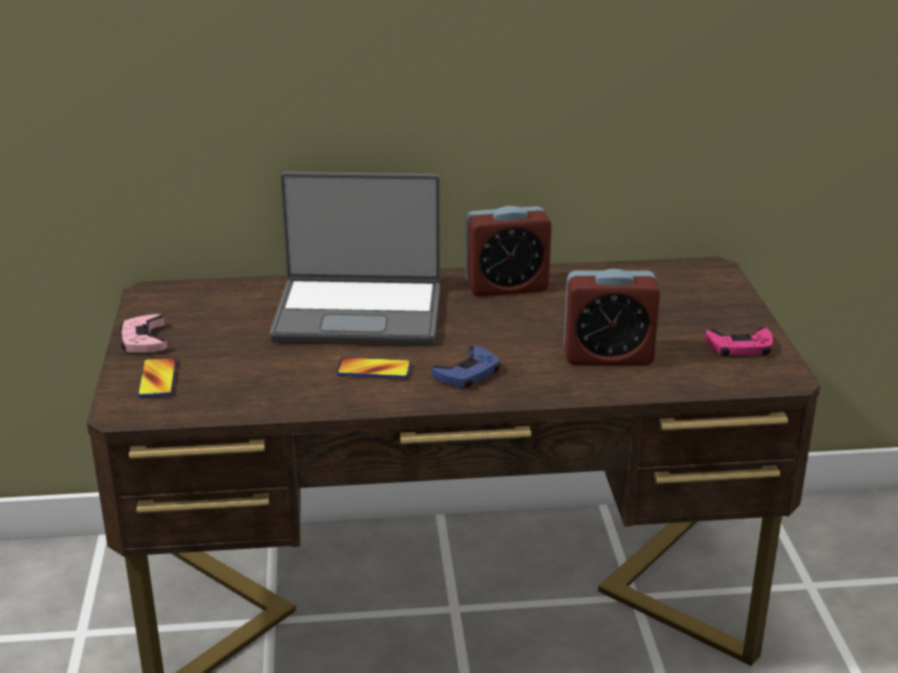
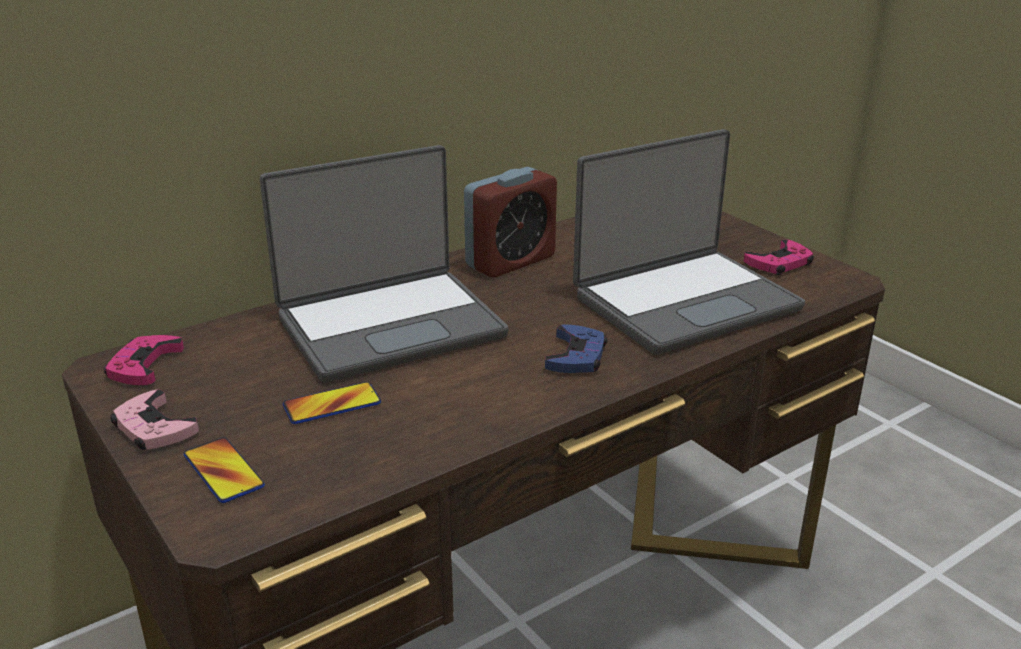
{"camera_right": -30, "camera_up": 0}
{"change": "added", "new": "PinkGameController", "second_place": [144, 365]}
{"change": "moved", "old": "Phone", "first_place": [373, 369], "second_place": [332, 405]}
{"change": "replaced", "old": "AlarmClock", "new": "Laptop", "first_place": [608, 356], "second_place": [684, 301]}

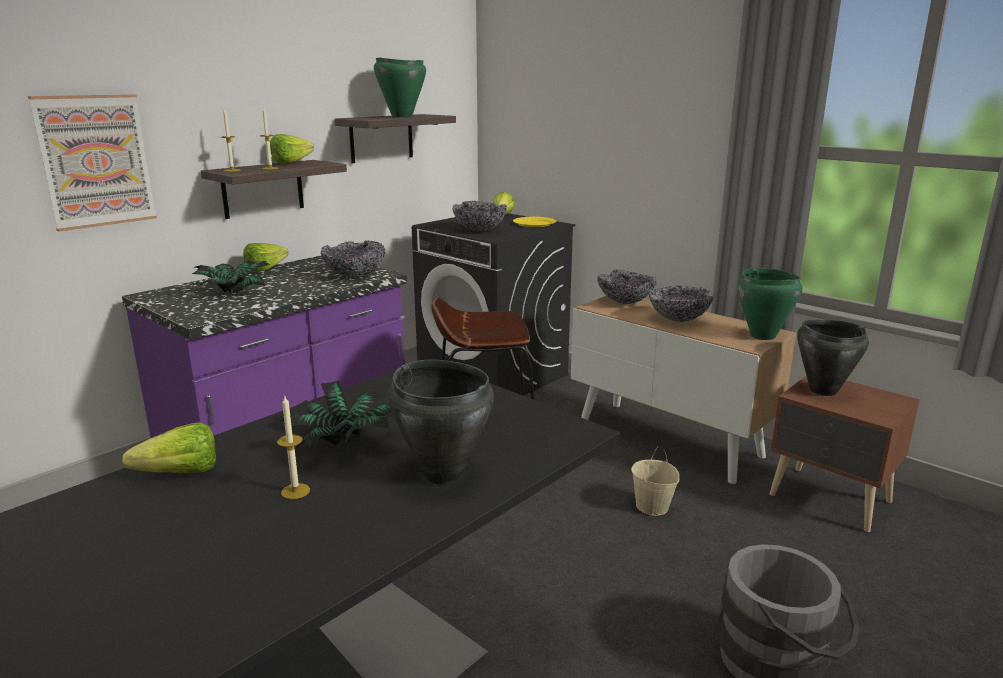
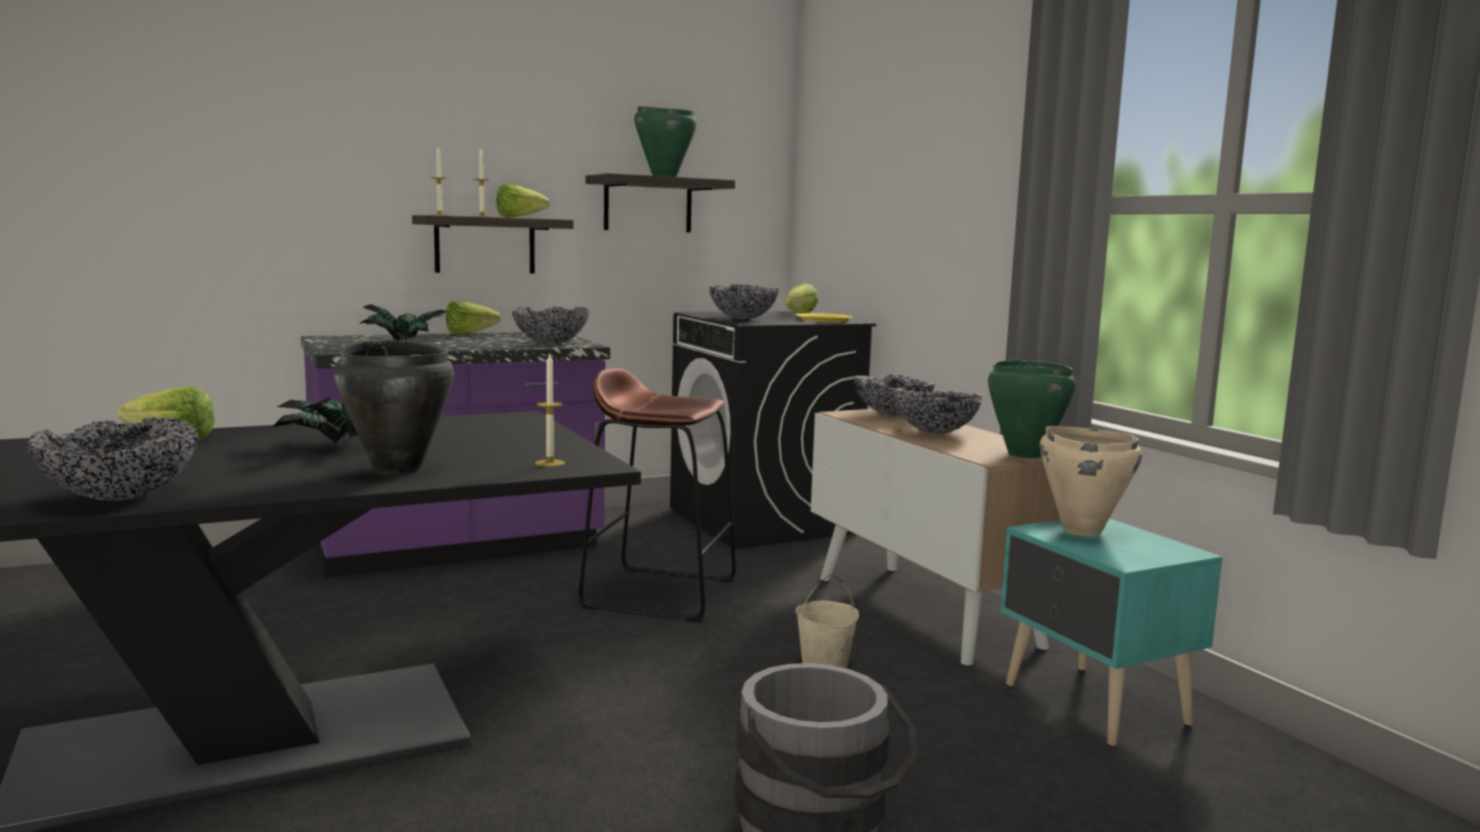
{"camera_right": 20, "camera_up": -10}
{"change": "removed", "old": "Picture", "first_place": [95, 161]}
{"change": "added", "new": "Bowl", "second_place": [120, 497]}
{"change": "moved", "old": "Candle", "first_place": [295, 491], "second_place": [550, 463]}
{"change": "recoloured", "old": "BrownNightstand", "new": "TurquoiseNightstand", "first_place": [830, 500], "second_place": [1094, 705]}
{"change": "recoloured", "old": "BlackCookingPot", "new": "BeigeCookingPot", "first_place": [822, 390], "second_place": [1081, 530]}

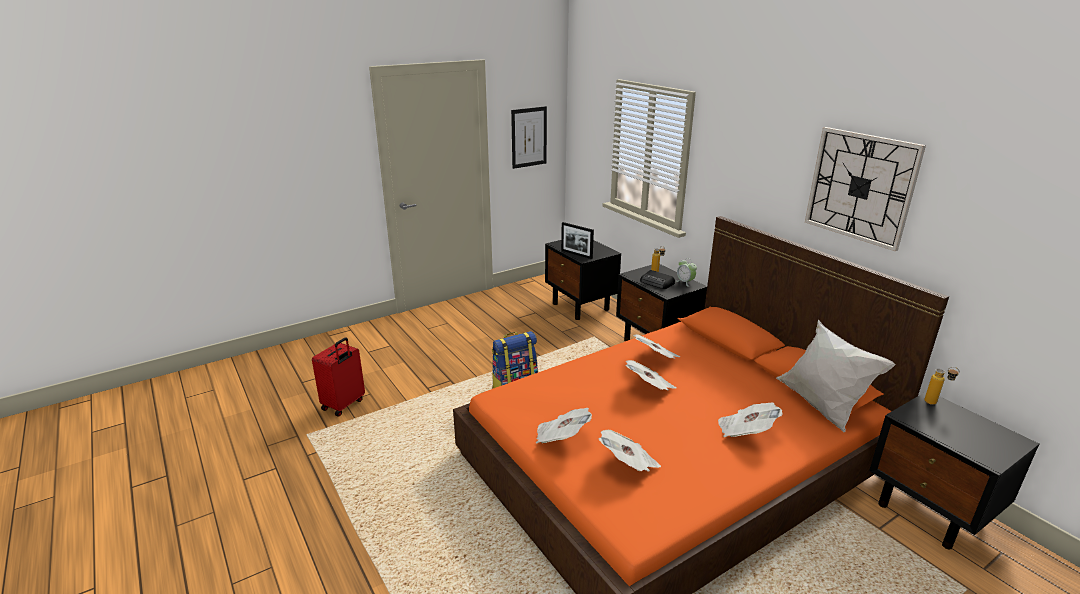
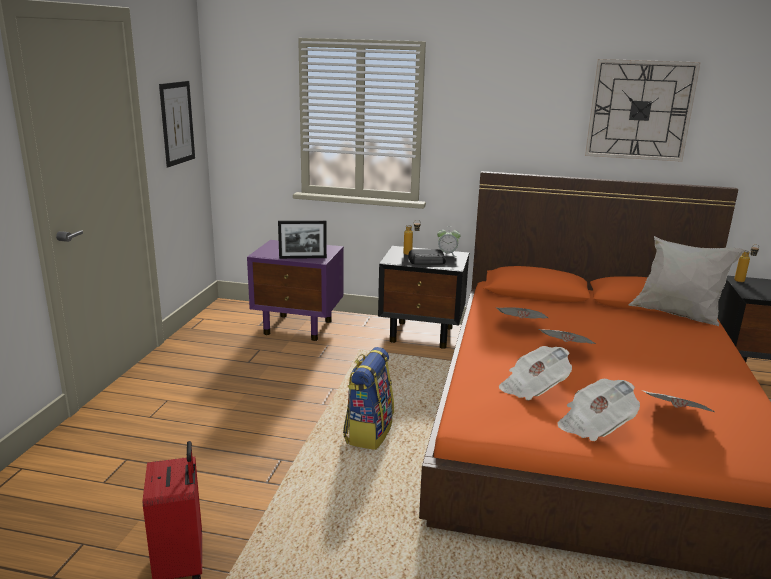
{"camera_right": -45, "camera_up": -5}
{"change": "moved", "old": "Newspaper", "first_place": [745, 432], "second_place": [532, 388]}
{"change": "recoloured", "old": "BlackNightstand", "new": "PurpleNightstand", "first_place": [581, 307], "second_place": [299, 327]}

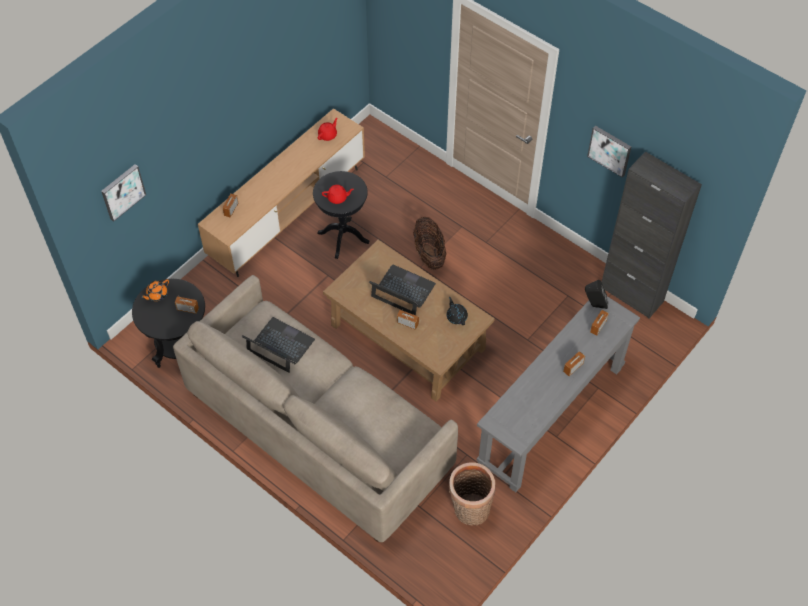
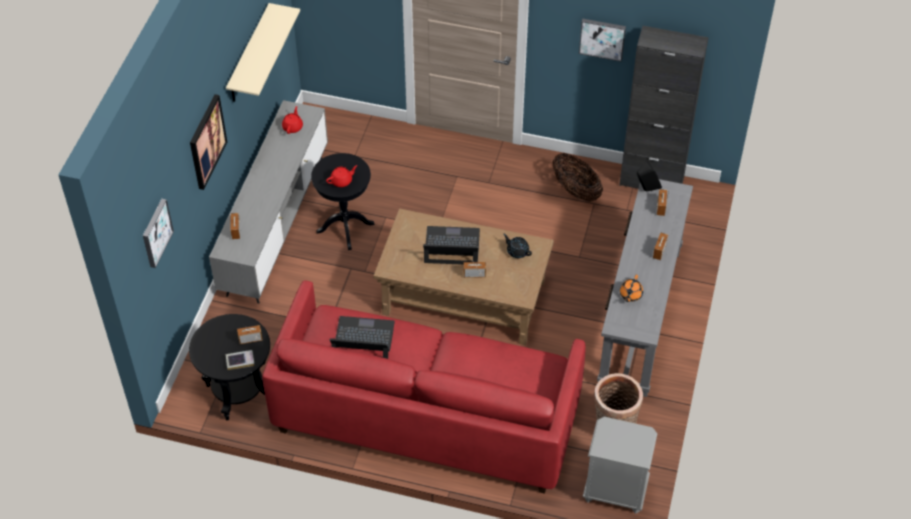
{"camera_right": -25, "camera_up": -5}
{"change": "added", "new": "Picture", "second_place": [206, 141]}
{"change": "added", "new": "BeigeShelf", "second_place": [249, 55]}
{"change": "added", "new": "Book", "second_place": [240, 361]}
{"change": "added", "new": "GreyNightstand", "second_place": [615, 491]}
{"change": "moved", "old": "OrangeTeapot", "first_place": [157, 294], "second_place": [630, 295]}
{"change": "moved", "old": "Basket", "first_place": [429, 254], "second_place": [576, 190]}
{"change": "recoloured", "old": "BeigeSofa", "new": "RedSofa", "first_place": [318, 430], "second_place": [426, 415]}
{"change": "recoloured", "old": "BrownTvStand", "new": "GreyTvStand", "first_place": [288, 214], "second_place": [276, 225]}

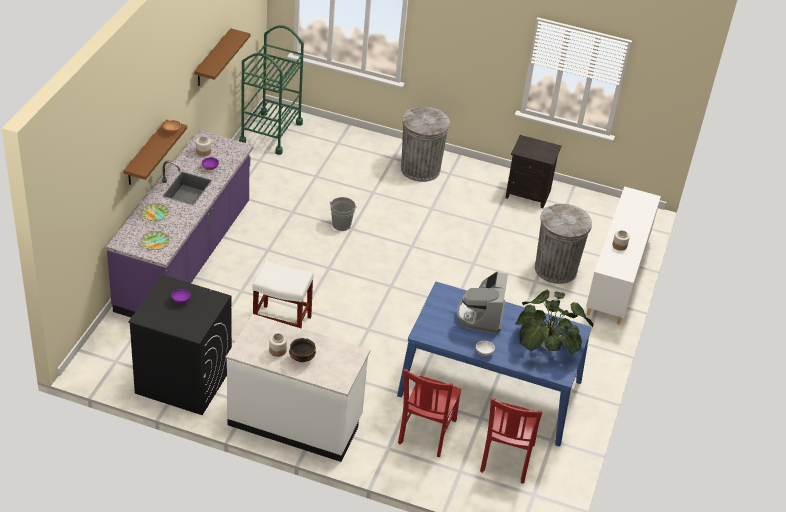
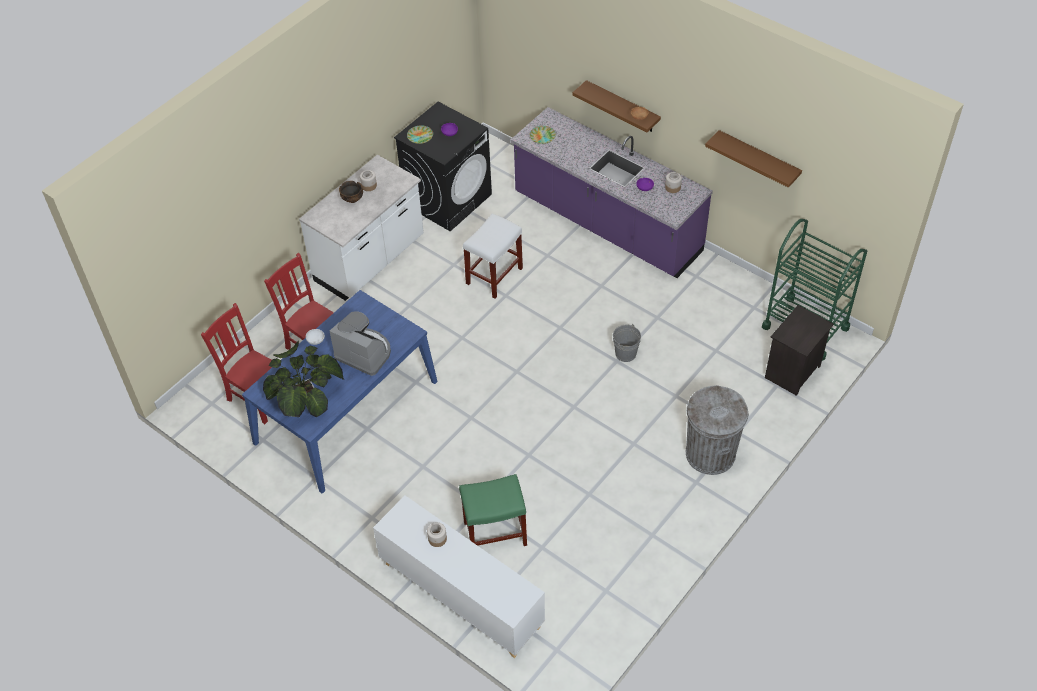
{"camera_right": 115, "camera_up": 10}
{"change": "moved", "old": "Plate", "first_place": [155, 214], "second_place": [420, 136]}
{"change": "moved", "old": "BlackNightstand", "first_place": [529, 194], "second_place": [793, 373]}
{"change": "replaced", "old": "GreyTrashCan", "new": "GreenStool", "first_place": [555, 269], "second_place": [494, 534]}

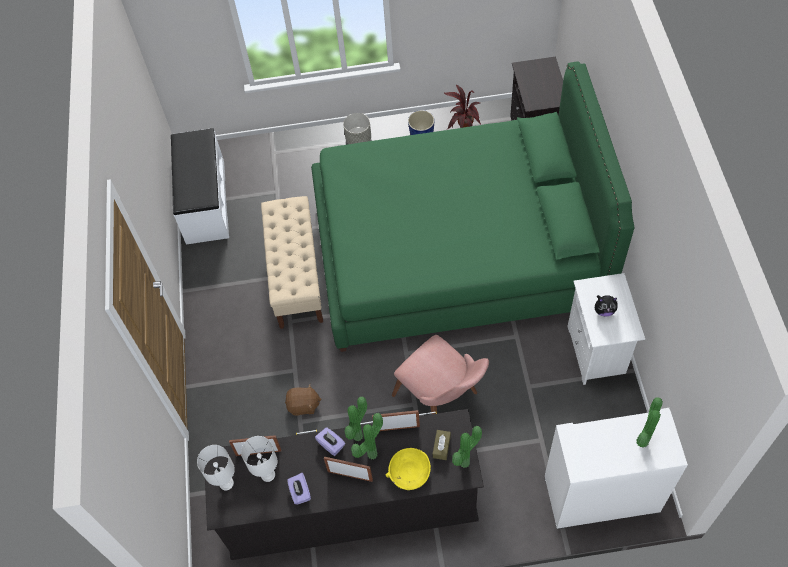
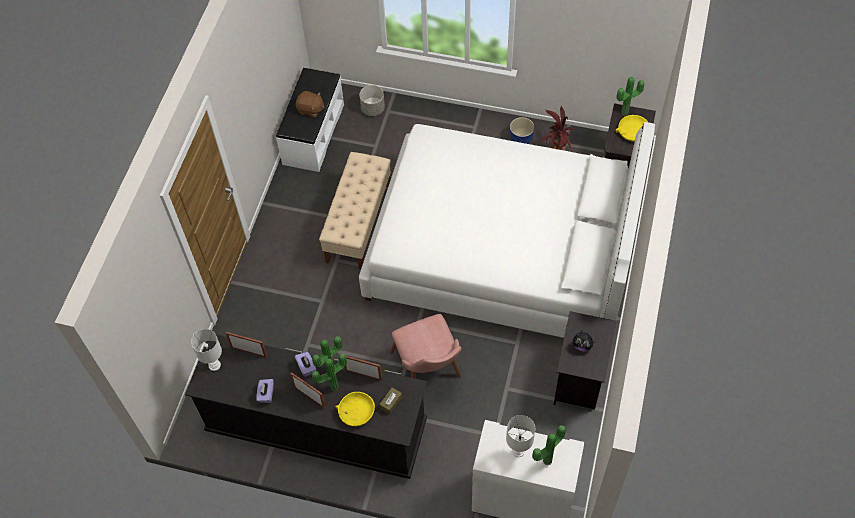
{"camera_right": 20, "camera_up": 0}
{"change": "added", "new": "YellowBowl", "second_place": [632, 132]}
{"change": "moved", "old": "WhiteTableLamp", "first_place": [267, 475], "second_place": [517, 451]}
{"change": "moved", "old": "BrownPlushToy", "first_place": [303, 405], "second_place": [310, 109]}
{"change": "moved", "old": "GreyPlanter", "first_place": [358, 139], "second_place": [373, 109]}
{"change": "moved", "old": "PottedPlant", "first_place": [466, 464], "second_place": [625, 113]}
{"change": "recoloured", "old": "GreenBed", "new": "WhiteBed", "first_place": [457, 251], "second_place": [502, 252]}
{"change": "recoloured", "old": "WhiteNightstand", "new": "BlackNightstand", "first_place": [597, 352], "second_place": [579, 382]}

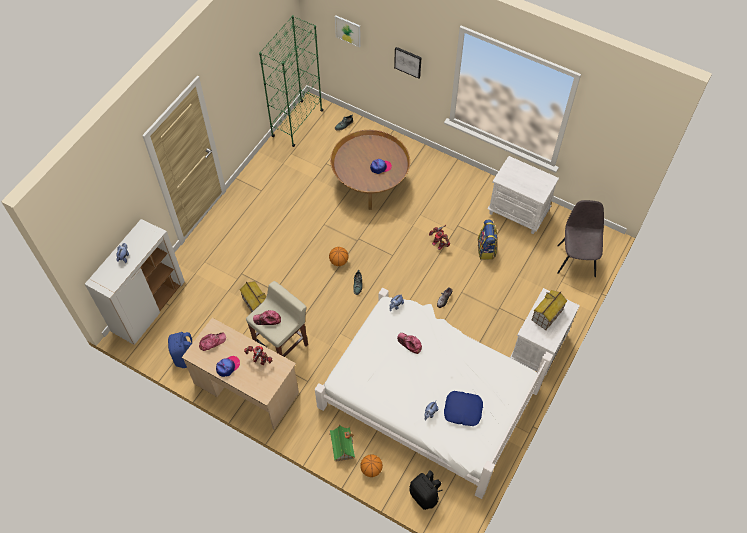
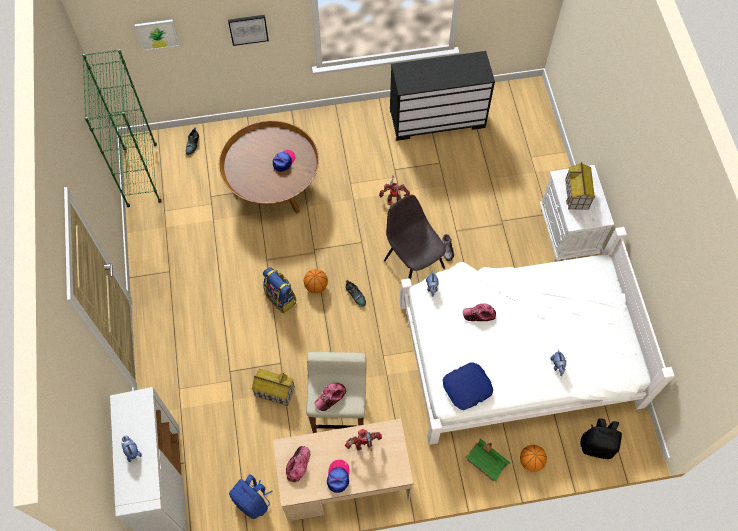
{"camera_right": -40, "camera_up": 5}
{"change": "moved", "old": "BluePillow", "first_place": [462, 410], "second_place": [467, 388]}
{"change": "moved", "old": "Backpack", "first_place": [486, 249], "second_place": [281, 298]}
{"change": "moved", "old": "GreyChair", "first_place": [576, 259], "second_place": [413, 262]}
{"change": "replaced", "old": "WhiteNightstand", "new": "BlackDresser", "first_place": [518, 213], "second_place": [437, 118]}

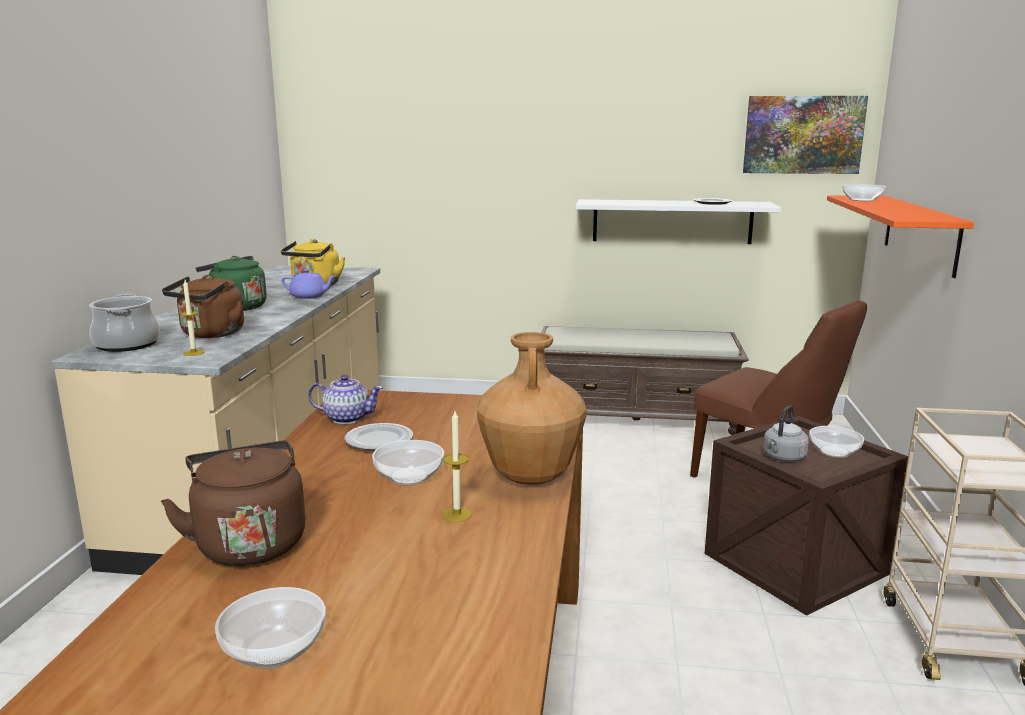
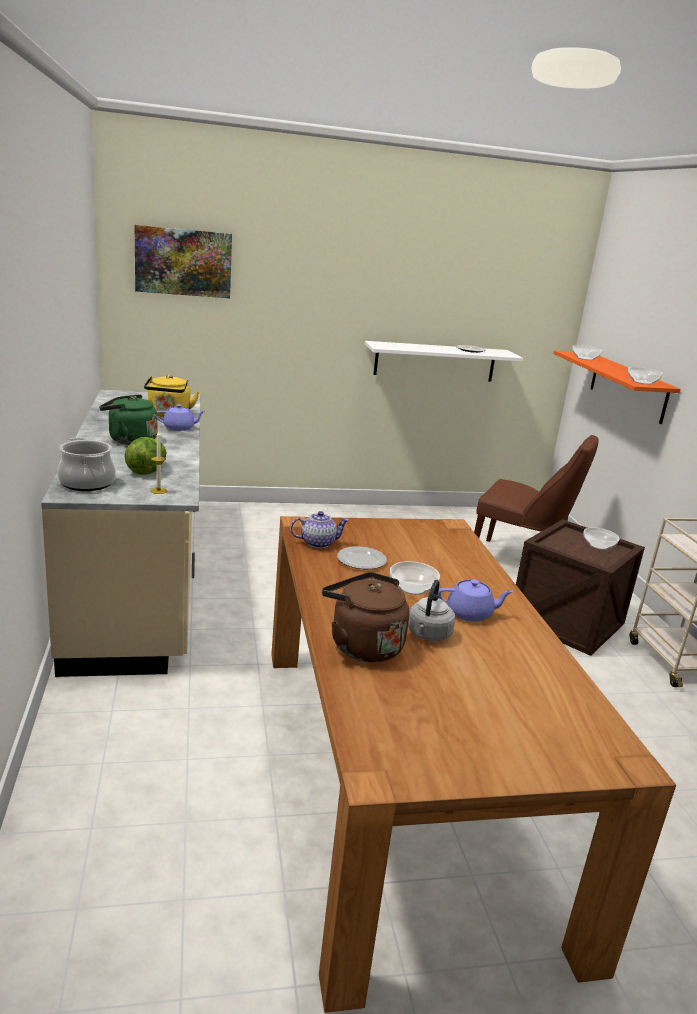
{"camera_right": -20, "camera_up": 5}
{"change": "removed", "old": "BrownVase", "first_place": [530, 477]}
{"change": "removed", "old": "BrownBench", "first_place": [635, 418]}
{"change": "moved", "old": "Bowl", "first_place": [274, 650], "second_place": [643, 382]}
{"change": "moved", "old": "Picture", "first_place": [803, 135], "second_place": [183, 262]}
{"change": "moved", "old": "GreyKettle", "first_place": [783, 458], "second_place": [428, 635]}
{"change": "replaced", "old": "BrownKettle", "new": "Lettuce", "first_place": [210, 334], "second_place": [147, 471]}
{"change": "replaced", "old": "Candle", "new": "PurpleTeapot", "first_place": [457, 514], "second_place": [470, 613]}

